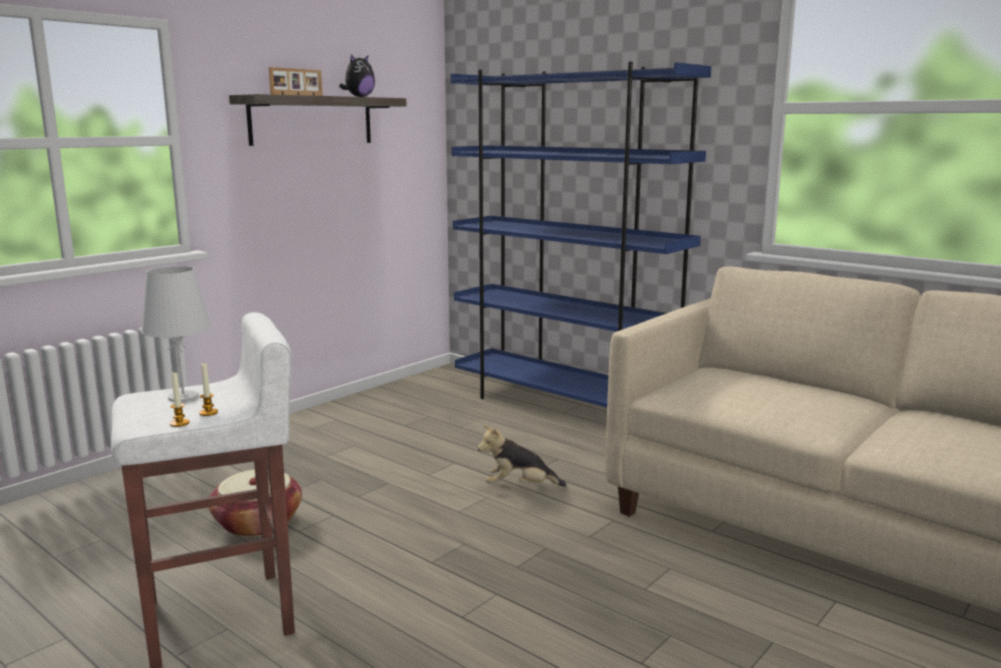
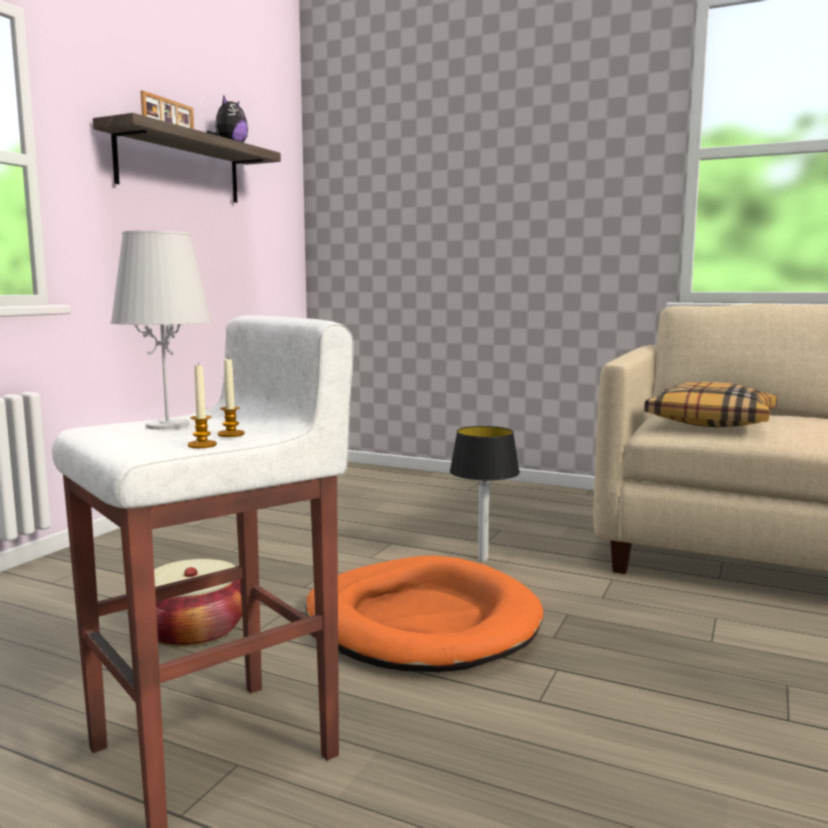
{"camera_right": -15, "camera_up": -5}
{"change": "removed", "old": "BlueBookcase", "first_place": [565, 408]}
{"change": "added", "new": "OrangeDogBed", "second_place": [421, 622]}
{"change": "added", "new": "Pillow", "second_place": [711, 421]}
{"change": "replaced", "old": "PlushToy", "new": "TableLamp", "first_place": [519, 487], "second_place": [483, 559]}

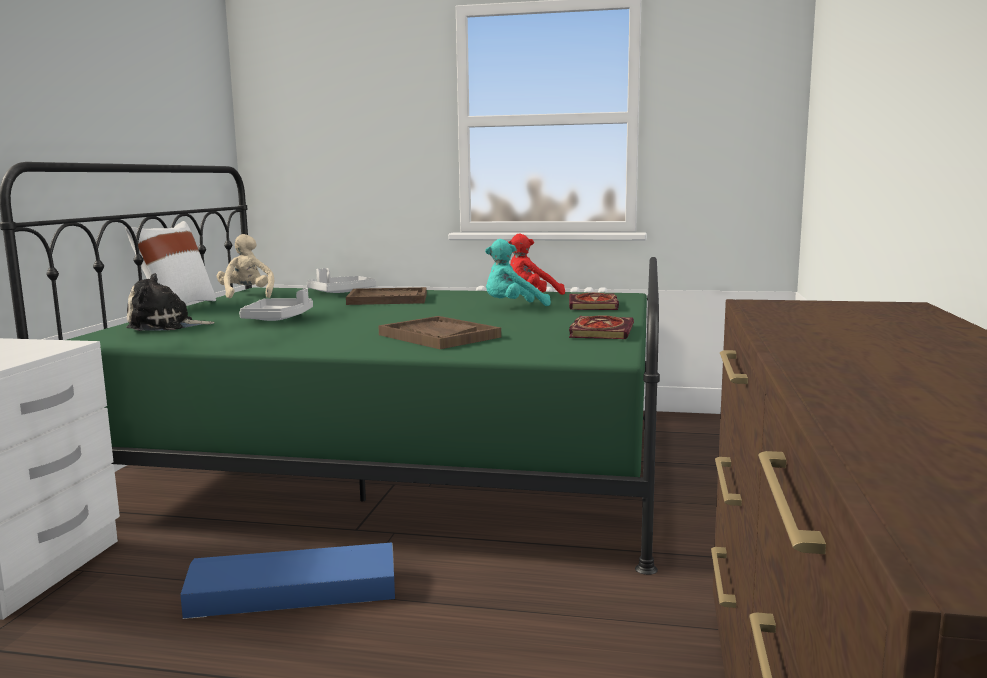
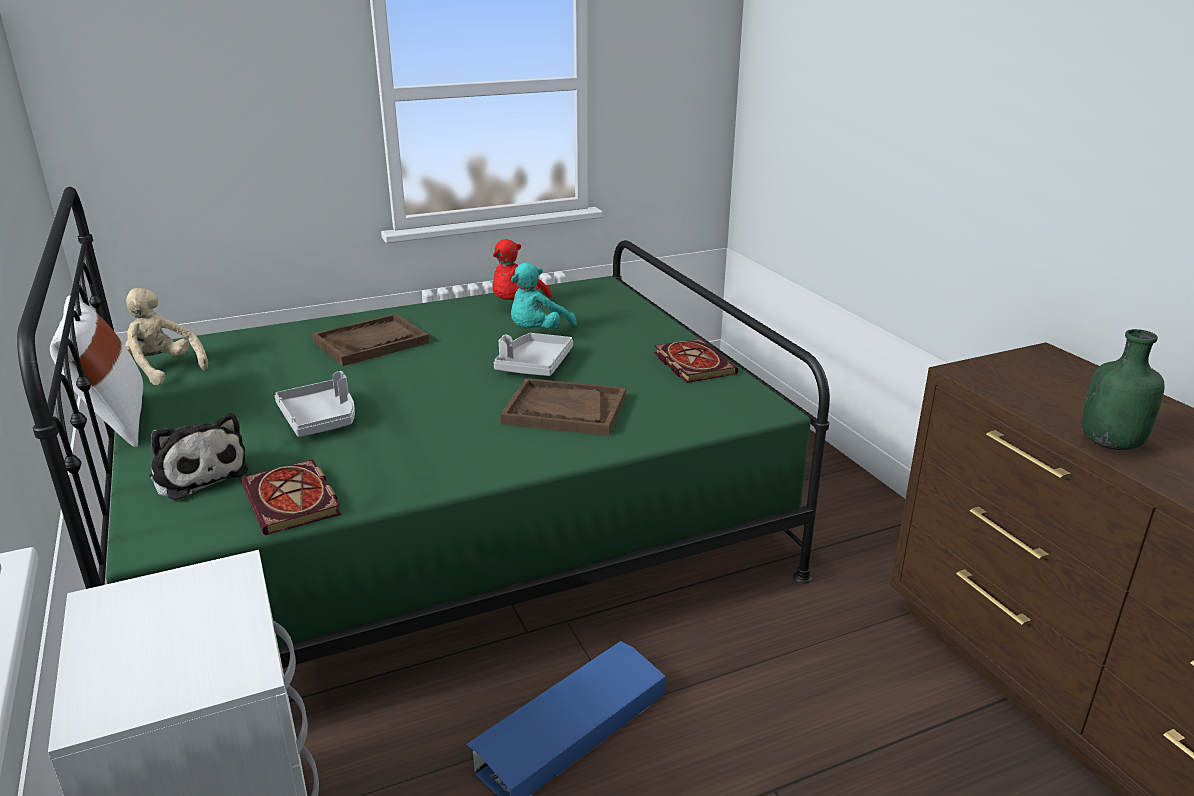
{"camera_right": -35, "camera_up": 15}
{"change": "added", "new": "GreenBottle", "second_place": [1111, 443]}
{"change": "moved", "old": "GreyTray", "first_place": [341, 292], "second_place": [534, 365]}
{"change": "moved", "old": "Book", "first_place": [594, 305], "second_place": [294, 501]}
{"change": "turned", "old": "PlushToy", "first_place": [165, 326], "second_place": [198, 473], "degrees": -90}

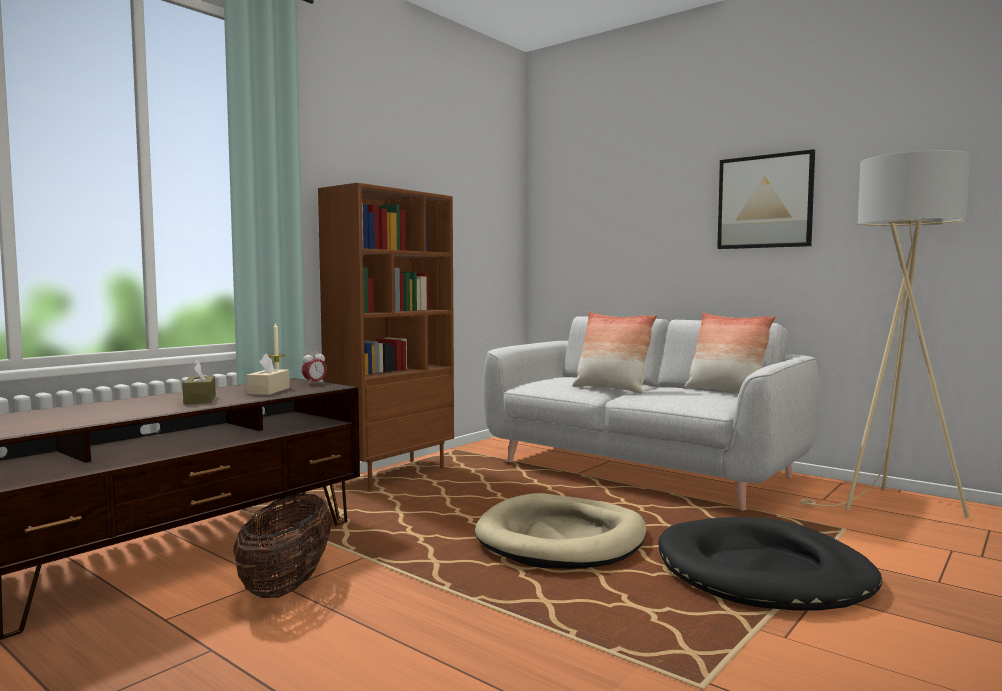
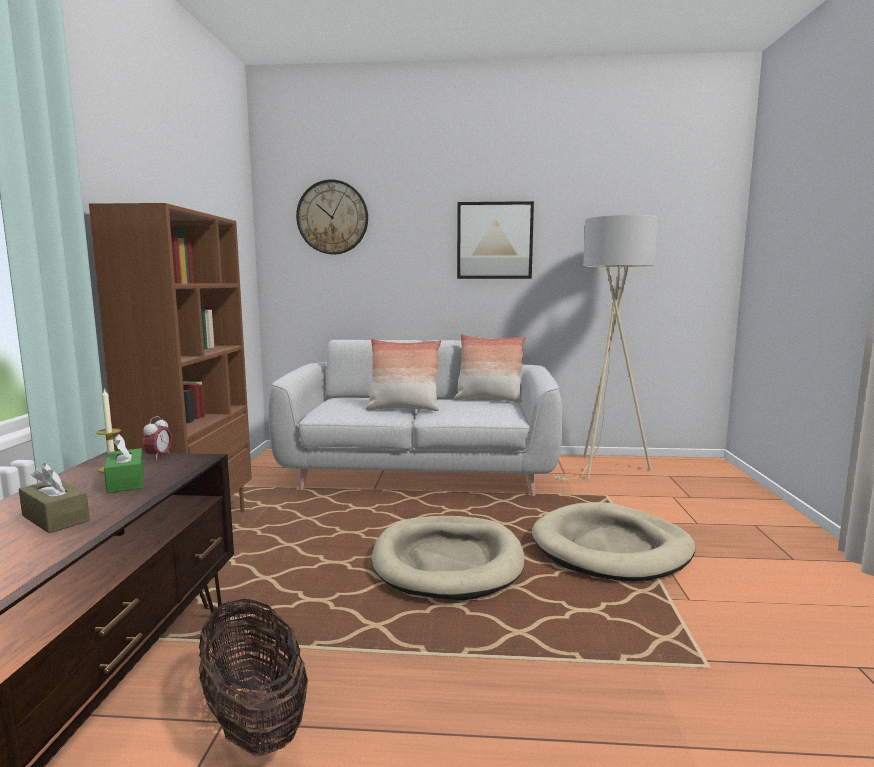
{"camera_right": -35, "camera_up": 5}
{"change": "added", "new": "WallClock", "second_place": [332, 217]}
{"change": "recoloured", "old": "BeigeTissueBox", "new": "GreenTissueBox", "first_place": [268, 391], "second_place": [126, 481]}
{"change": "recoloured", "old": "BlackDogBed", "new": "BeigeDogBed", "first_place": [763, 573], "second_place": [611, 548]}

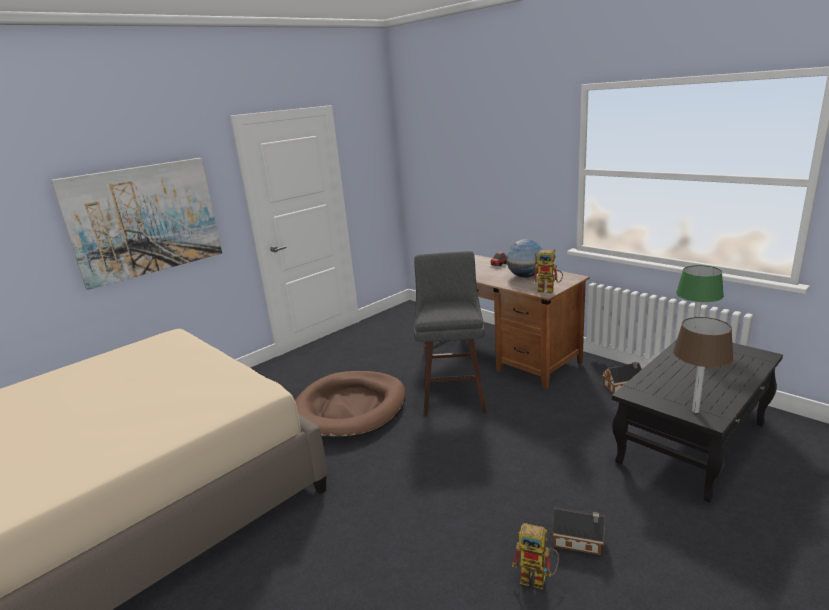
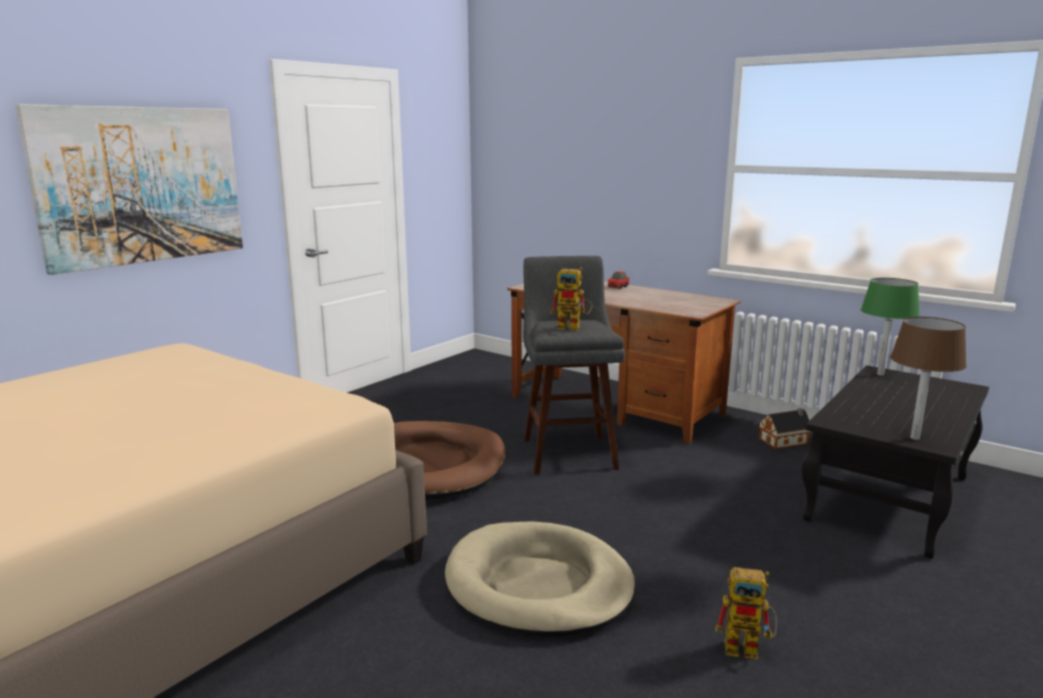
{"camera_right": -10, "camera_up": -5}
{"change": "removed", "old": "Globe", "first_place": [525, 276]}
{"change": "removed", "old": "ToyHouse", "first_place": [580, 540]}
{"change": "added", "new": "BeigeDogBed", "second_place": [538, 585]}
{"change": "moved", "old": "ToyRobot", "first_place": [549, 290], "second_place": [574, 327]}

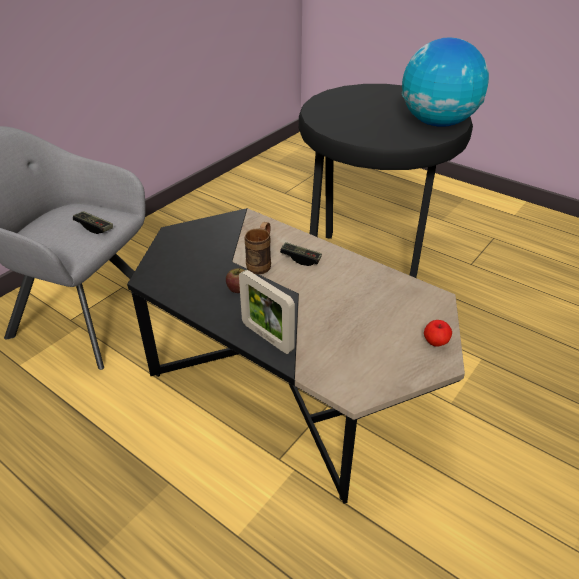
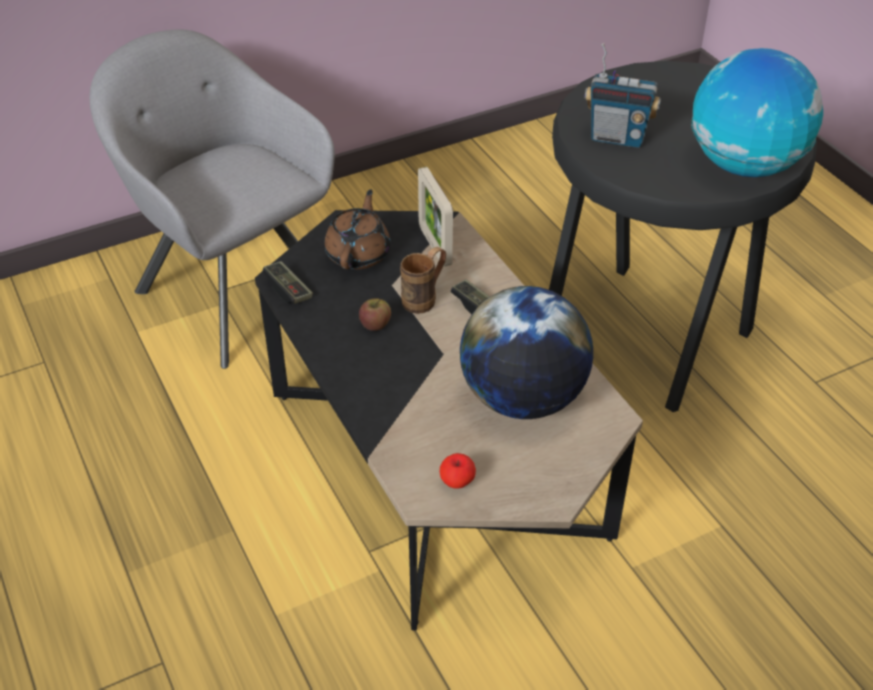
{"camera_right": 25, "camera_up": 5}
{"change": "added", "new": "BrownTeapot", "second_place": [359, 253]}
{"change": "added", "new": "Globe", "second_place": [522, 398]}
{"change": "added", "new": "Radio", "second_place": [617, 138]}
{"change": "moved", "old": "GameController", "first_place": [94, 227], "second_place": [288, 290]}
{"change": "moved", "old": "PictureFrame", "first_place": [267, 337], "second_place": [435, 246]}
{"change": "moved", "old": "Apple", "first_place": [435, 342], "second_place": [457, 482]}

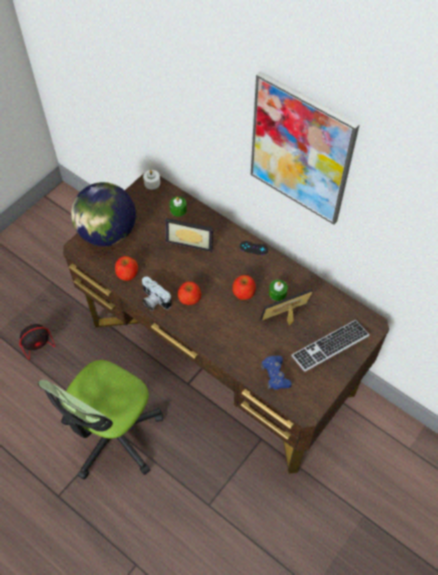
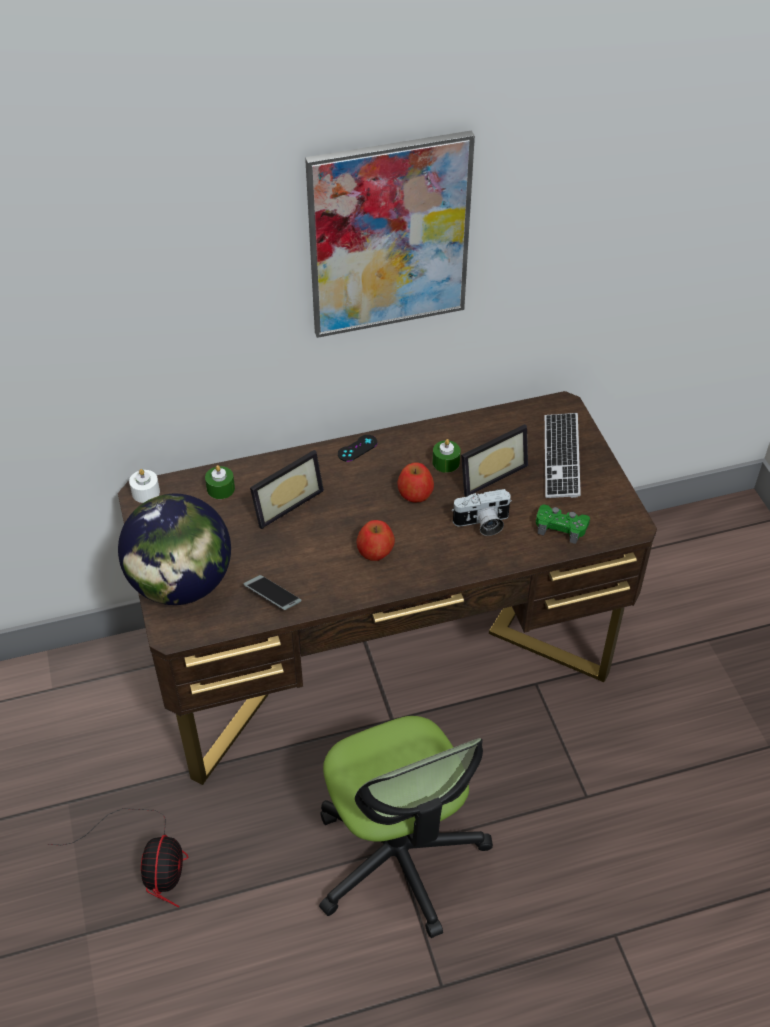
{"camera_right": -55, "camera_up": -10}
{"change": "moved", "old": "PhotoCamera", "first_place": [153, 300], "second_place": [482, 524]}
{"change": "replaced", "old": "Apple", "new": "Phone", "first_place": [127, 273], "second_place": [272, 596]}
{"change": "recoloured", "old": "BlueGameController", "new": "GreenGameController", "first_place": [275, 375], "second_place": [561, 527]}
{"change": "turned", "old": "PictureFrame", "first_place": [287, 317], "second_place": [488, 473], "degrees": -135}

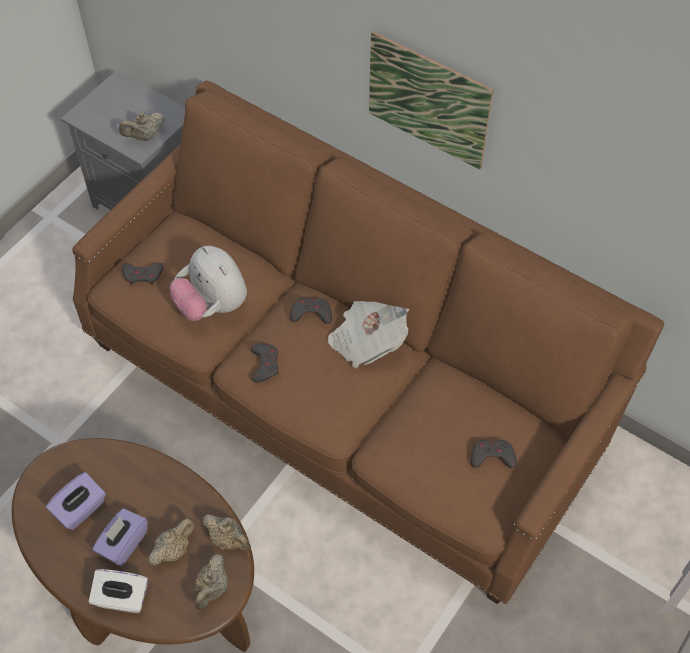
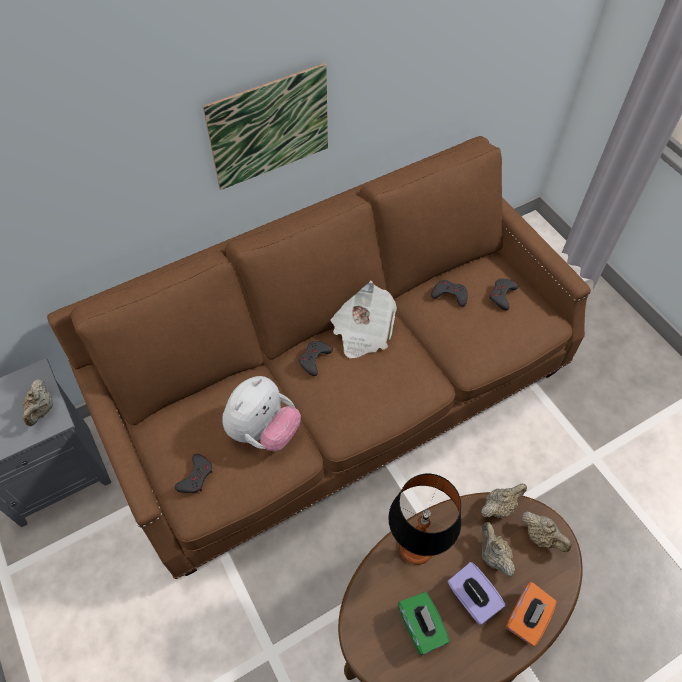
{"camera_right": -65, "camera_up": 0}
{"change": "added", "new": "TableLamp", "second_place": [416, 546]}
{"change": "moved", "old": "GreyGameController", "first_place": [265, 364], "second_place": [450, 295]}
{"change": "recoloured", "old": "PurpleTissueBox", "new": "GreenTissueBox", "first_place": [80, 509], "second_place": [421, 626]}
{"change": "recoloured", "old": "WhiteTissueBox", "new": "OrangeTissueBox", "first_place": [122, 598], "second_place": [526, 618]}
{"change": "turned", "old": "PlushToy", "first_place": [212, 305], "second_place": [263, 430], "degrees": -45}

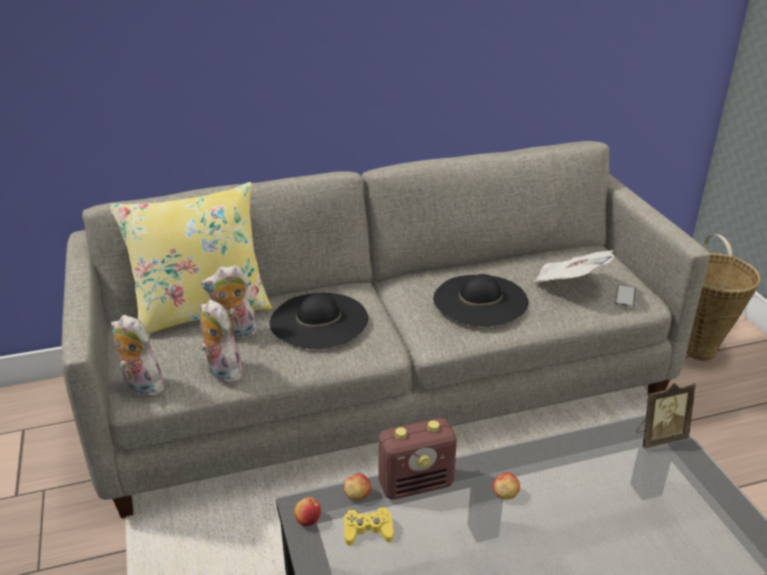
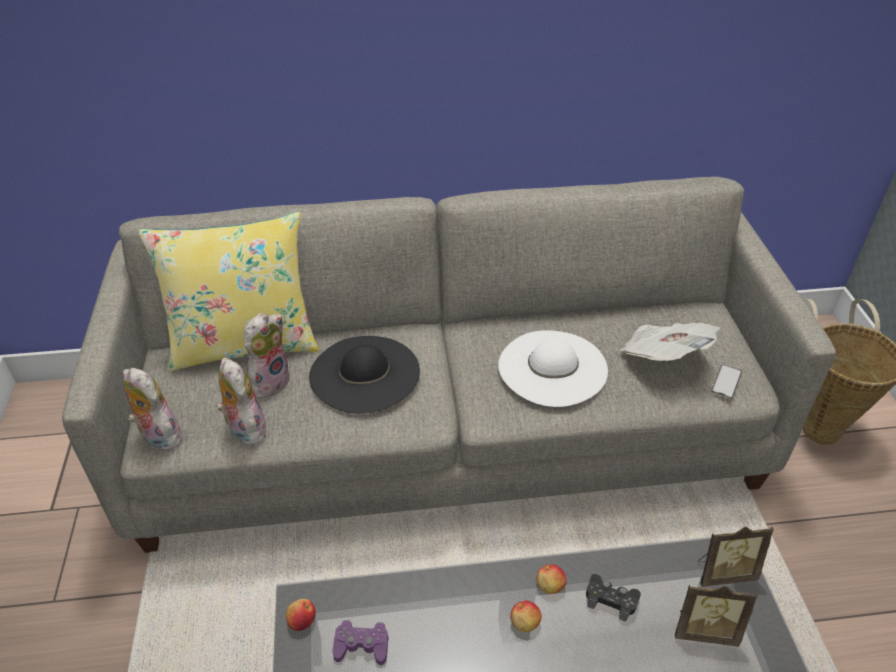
{"camera_right": 10, "camera_up": 10}
{"change": "removed", "old": "Radio", "first_place": [416, 484]}
{"change": "added", "new": "BlackGameController", "second_place": [611, 600]}
{"change": "added", "new": "PictureFrame", "second_place": [704, 629]}
{"change": "moved", "old": "Apple", "first_place": [357, 495], "second_place": [550, 585]}
{"change": "recoloured", "old": "YellowGameController", "new": "PurpleGameController", "first_place": [368, 530], "second_place": [362, 646]}
{"change": "recoloured", "old": "BlackHat", "new": "WhiteHat", "first_place": [480, 300], "second_place": [552, 367]}
{"change": "turned", "old": "PlushToy", "first_place": [234, 334], "second_place": [270, 381], "degrees": 120}

